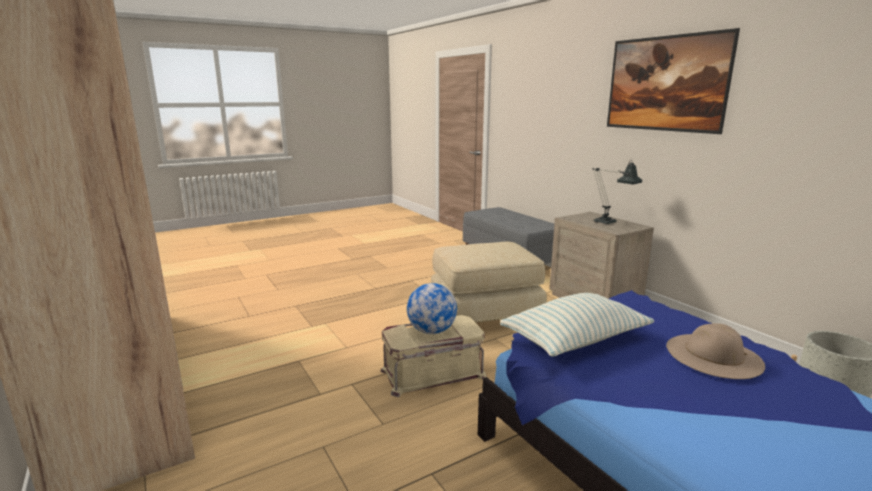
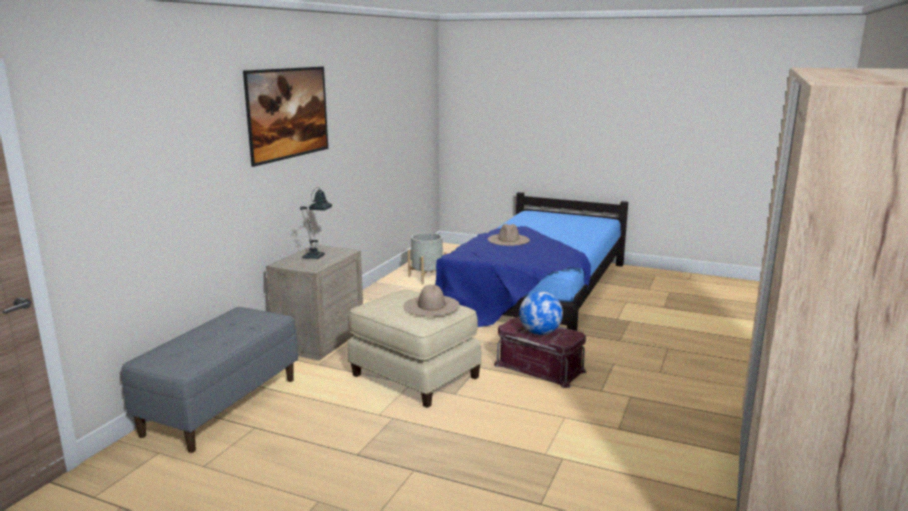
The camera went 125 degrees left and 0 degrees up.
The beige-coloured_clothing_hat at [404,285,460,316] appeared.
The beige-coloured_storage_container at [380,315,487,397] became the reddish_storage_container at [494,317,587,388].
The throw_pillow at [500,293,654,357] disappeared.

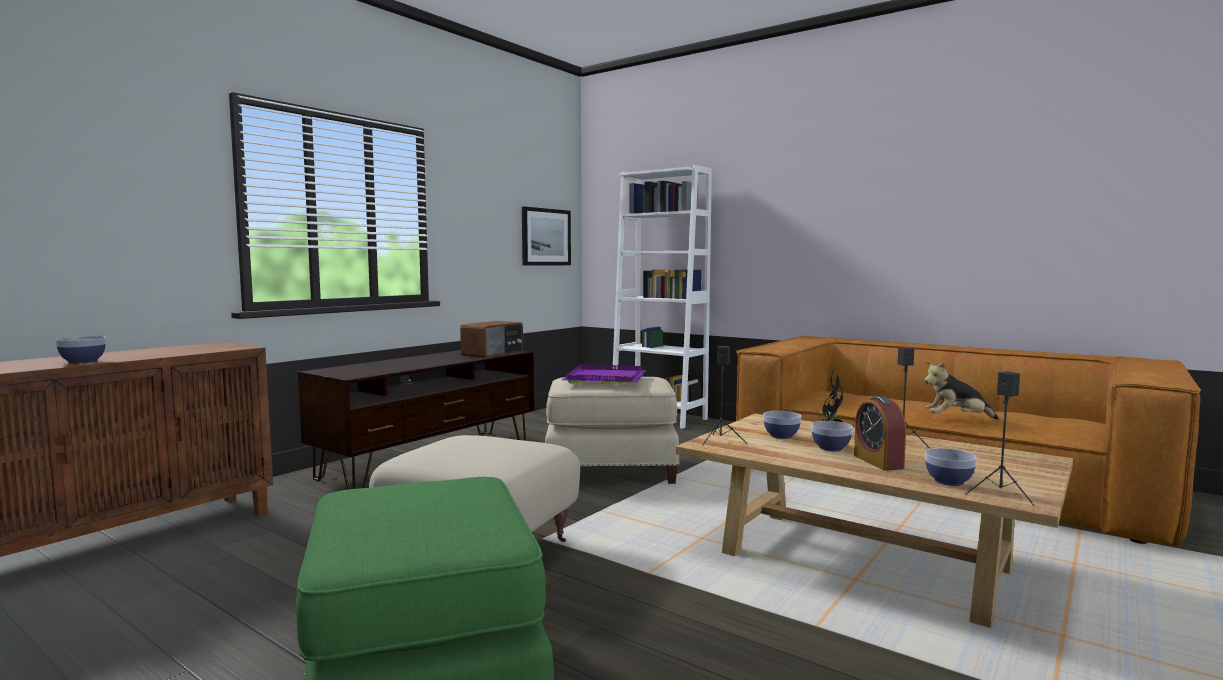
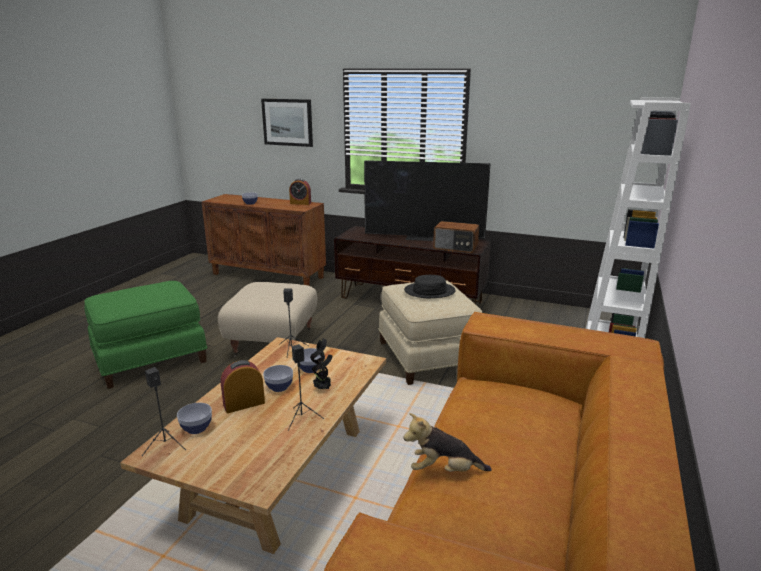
The camera went 75 degrees right and 15 degrees up.
The wall_art moved from [522,206,571,266] to [261,99,313,147].
The bedside_clock at [289,179,311,205] appeared.
The TV at [364,160,491,241] appeared.
The plush_toy at [924,361,999,419] turned 75 degrees counterclockwise.
The purple-coloured_serving_tray at [562,365,646,384] was replaced by the black-coloured_clothing_hat at [404,275,456,298].

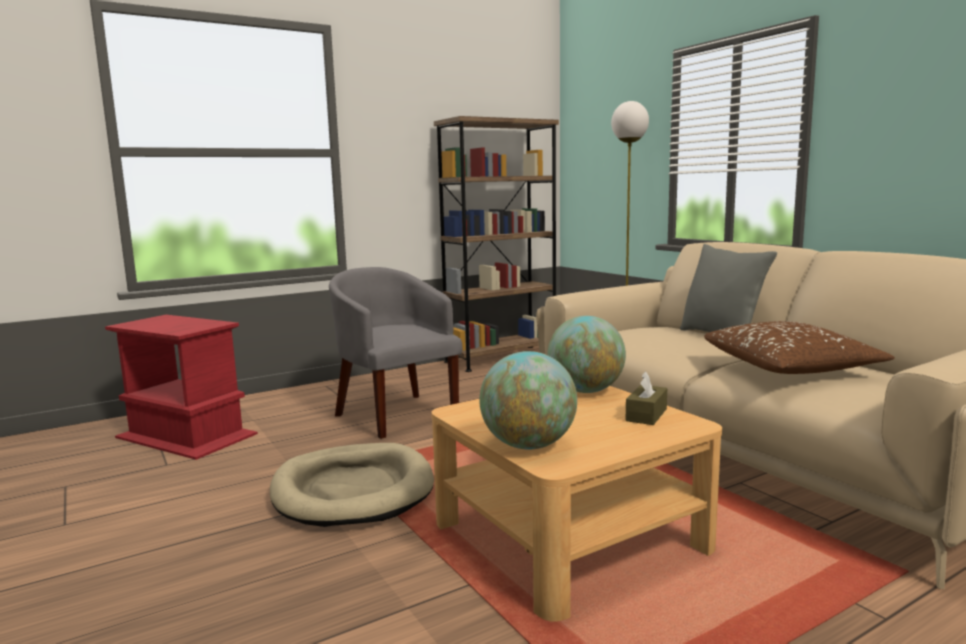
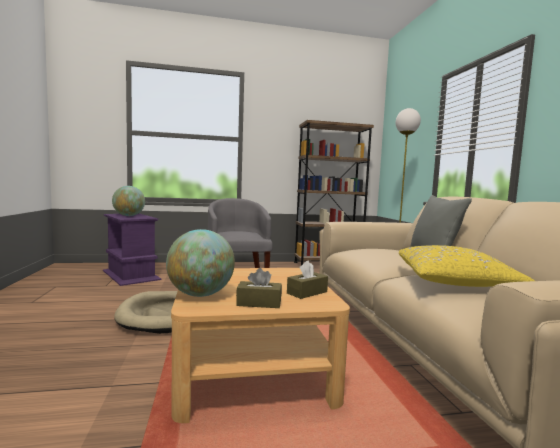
The camera went 20 degrees right and 5 degrees down.
The reddish_accent_table at [105,315,258,460] became the purple-coloured_accent_table at [103,213,162,286].
The world_globe moved from [548,316,626,393] to [112,186,145,216].
The brown-coloured_box_of_tissues at [236,268,282,308] appeared.
The brown-coloured_throw_pillow at [704,321,895,374] became the yellow-coloured_throw_pillow at [399,245,535,287].

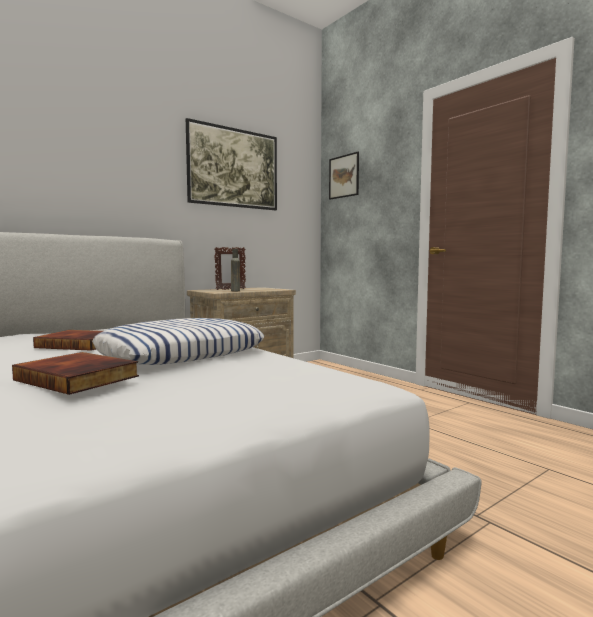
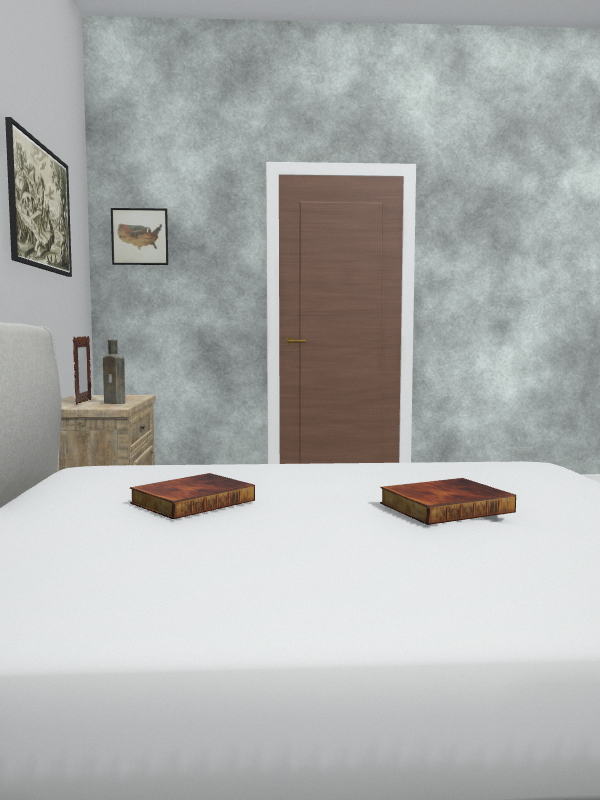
The camera went 55 degrees left and 0 degrees up.
The throw_pillow at [92,318,264,365] disappeared.

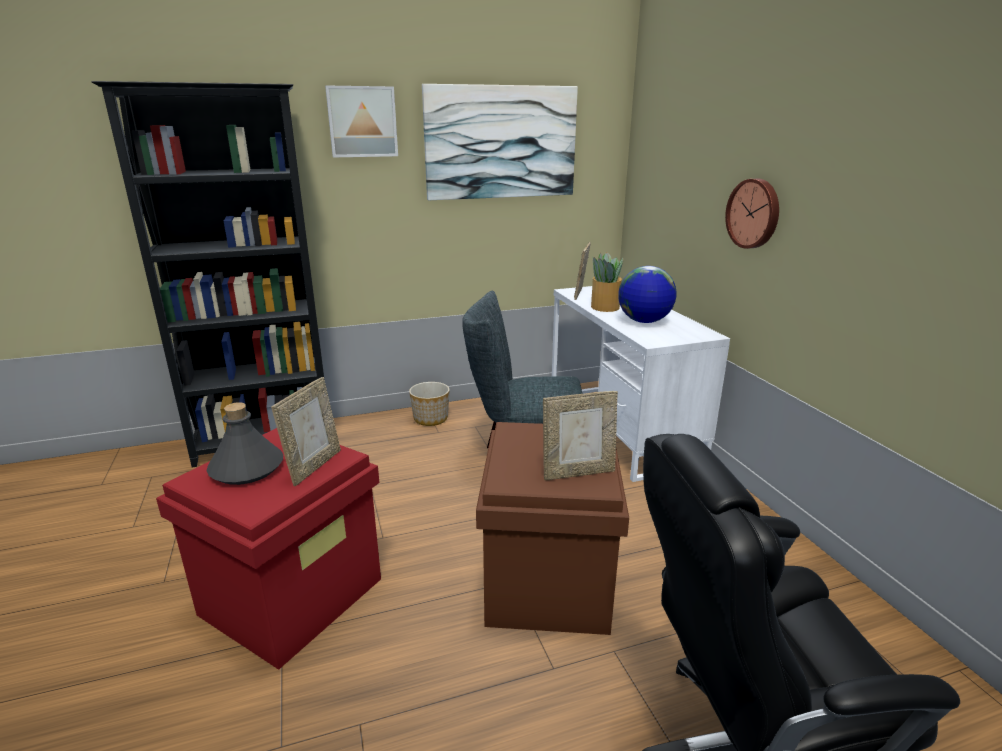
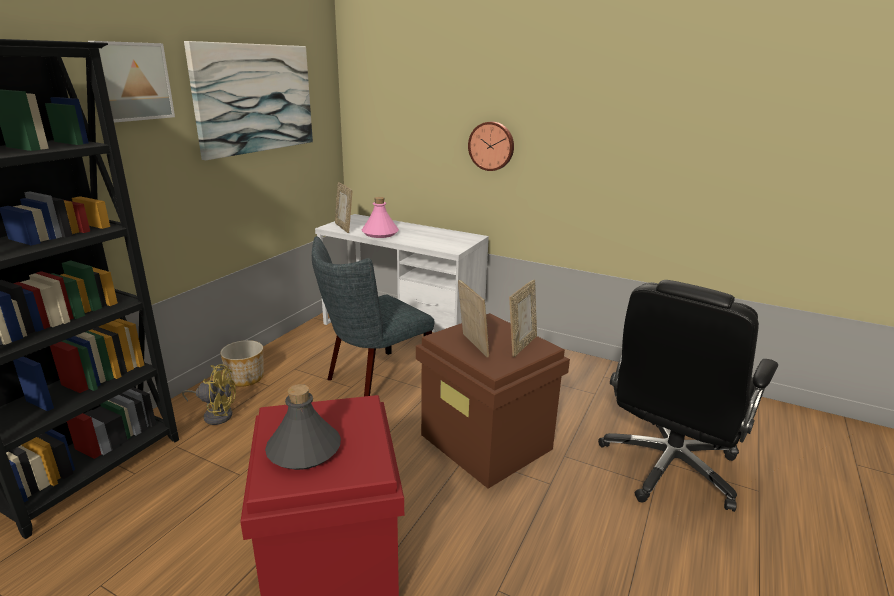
The camera went 45 degrees left and 0 degrees up.
The yellow-coloured_cooling_fan at [182,364,236,425] appeared.
The potted_plant at [591,252,623,312] was replaced by the pinkish_beverage_bottle at [362,197,399,238].
The standing_frame moved from [271,377,341,486] to [458,280,489,358].
The world_globe at [618,266,677,323] disappeared.

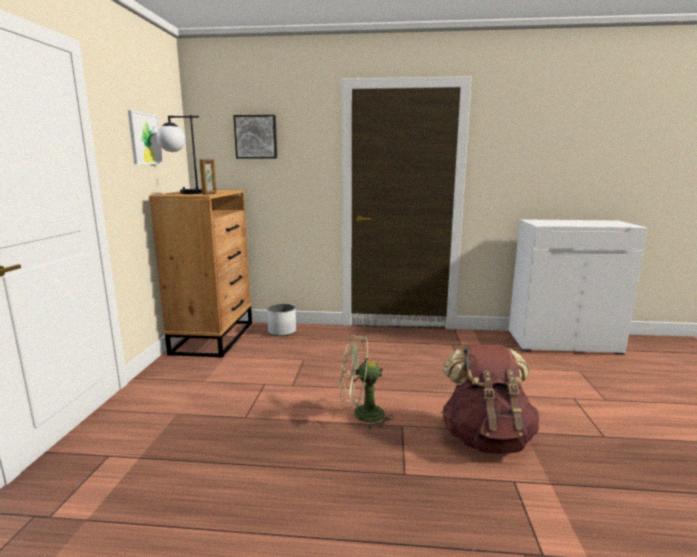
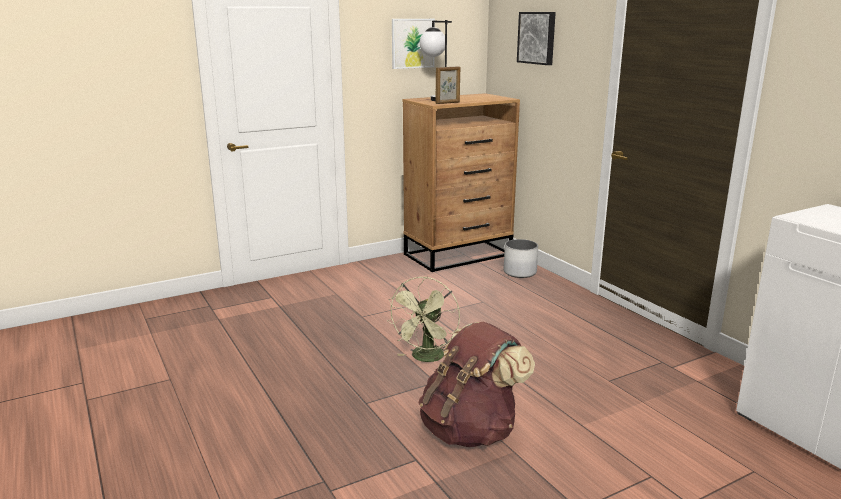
The camera went 55 degrees right and 5 degrees up.
The green_cooling_fan at [340,335,395,430] turned 120 degrees counterclockwise.

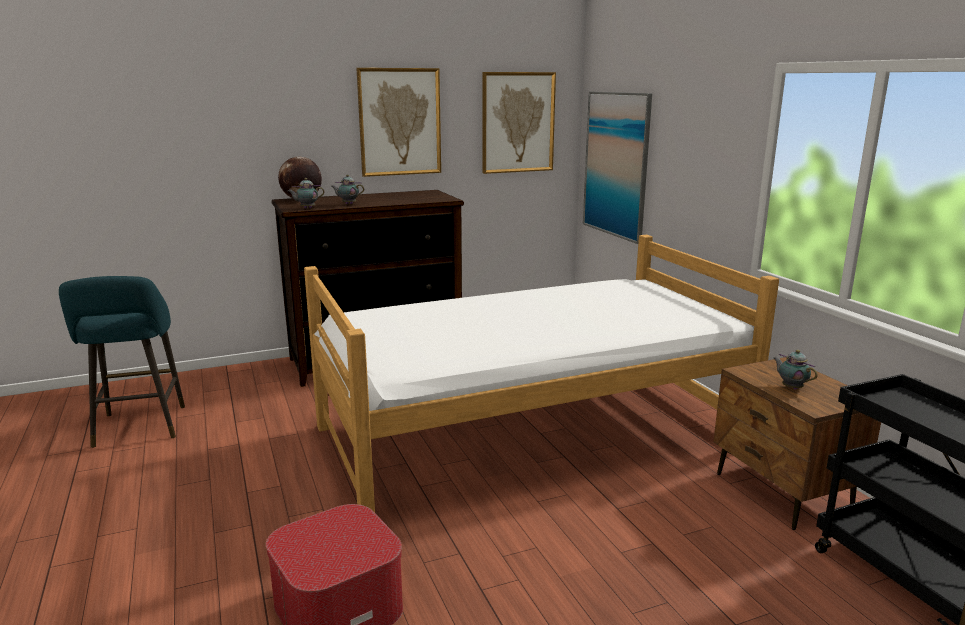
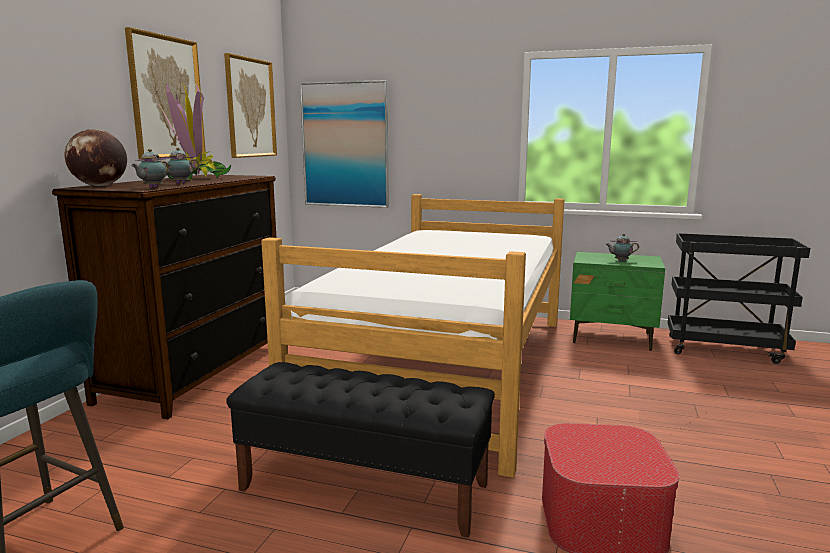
The camera went 50 degrees left and 5 degrees down.
The potted_plant at [155,82,231,181] appeared.
The black-coloured_indoor_bench at [226,362,495,538] appeared.
The brown-coloured_night_table at [713,357,881,530] became the green_night_table at [570,252,665,351].

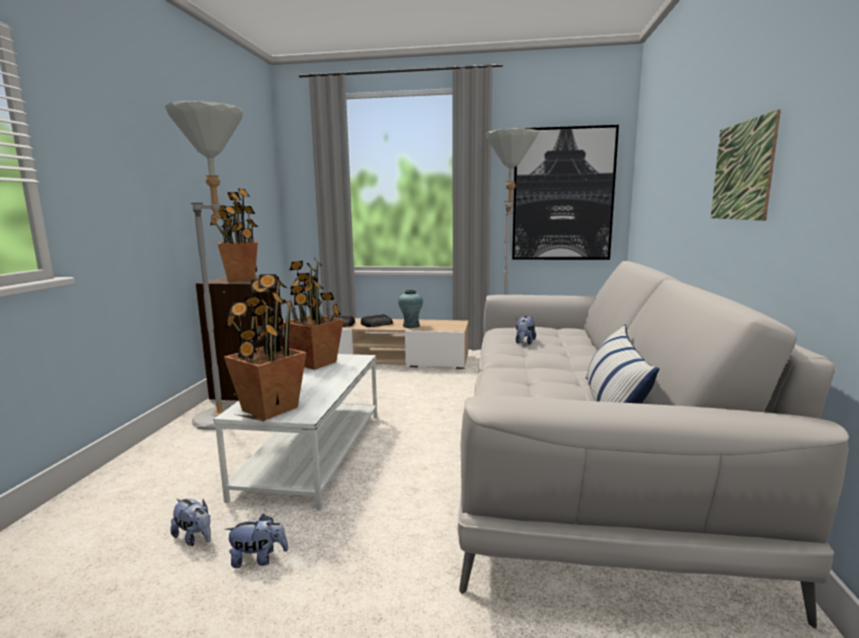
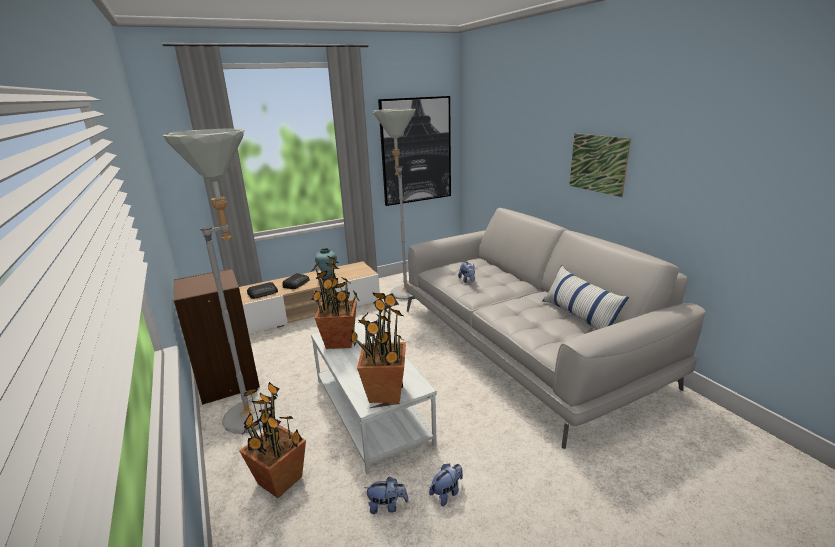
The camera went 35 degrees left and 10 degrees up.
The potted_plant moved from [210,189,258,282] to [239,382,306,498].

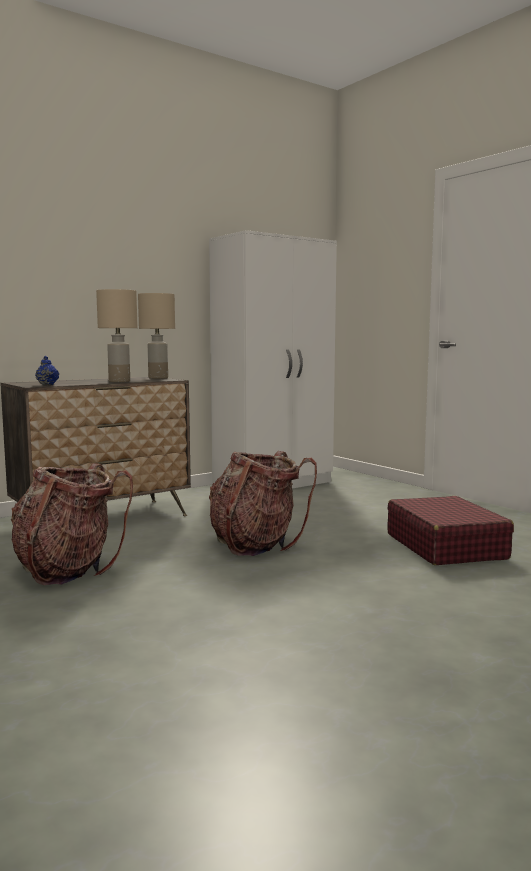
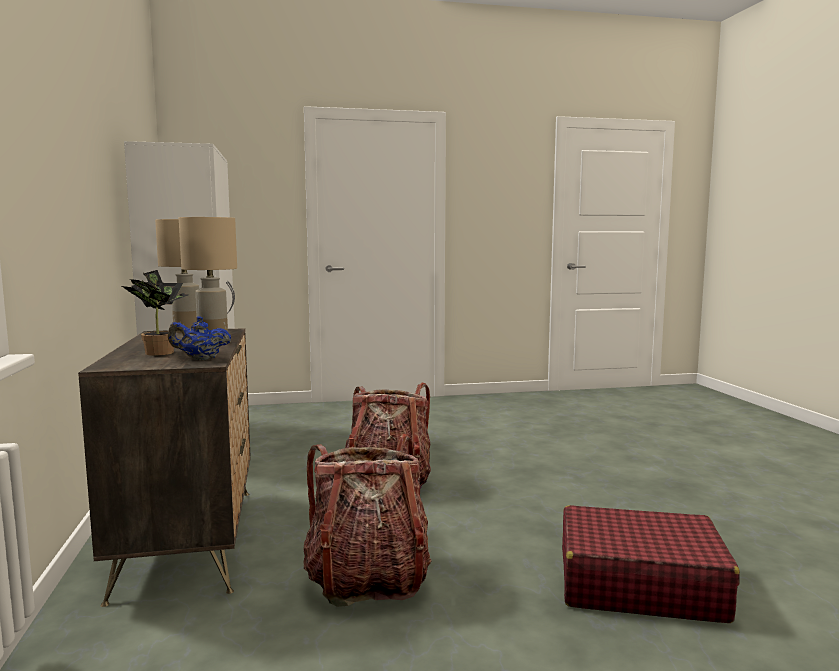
The camera went 65 degrees left and 0 degrees up.
The potted_plant at [122,270,189,356] appeared.
The reddish_travel_case moved from [387,496,514,565] to [562,505,740,623].

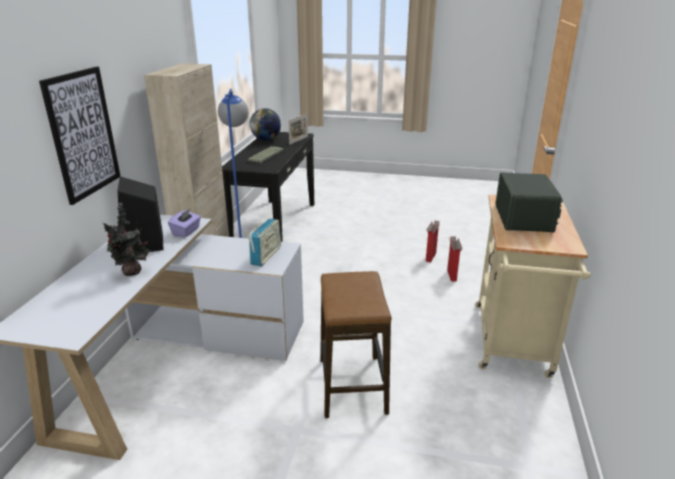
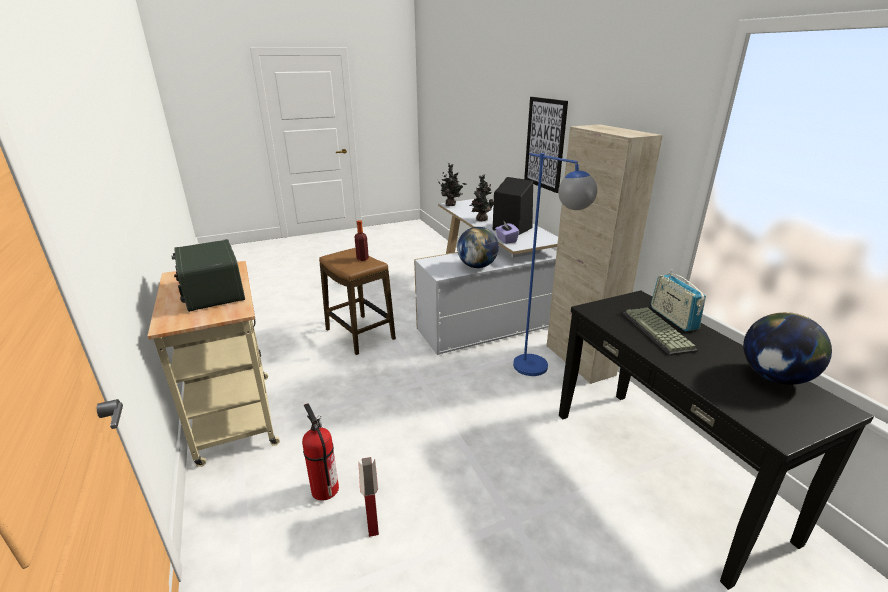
The camera went 145 degrees right and 0 degrees up.
The packing_box at [447,236,463,281] was replaced by the extinguisher at [302,403,339,501].
The beverage_bottle at [355,220,369,261] appeared.
The potted_plant at [436,163,467,206] appeared.
The world_globe at [457,227,499,268] appeared.
The radio_receiver moved from [249,218,281,266] to [651,269,706,331].
The standing_frame at [288,114,308,145] disappeared.

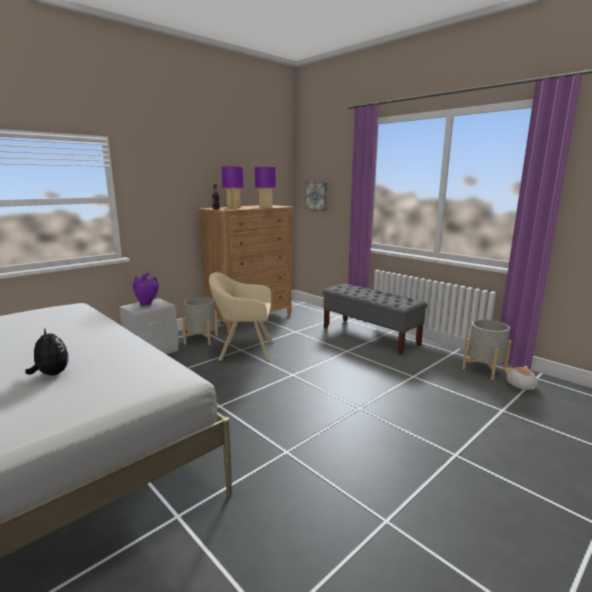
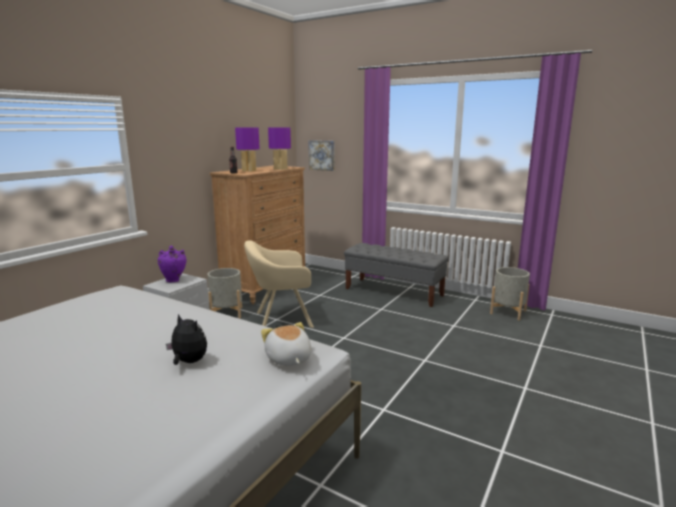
The camera went 15 degrees left and 0 degrees up.
The plush_toy moved from [505,366,538,390] to [261,322,311,366].

